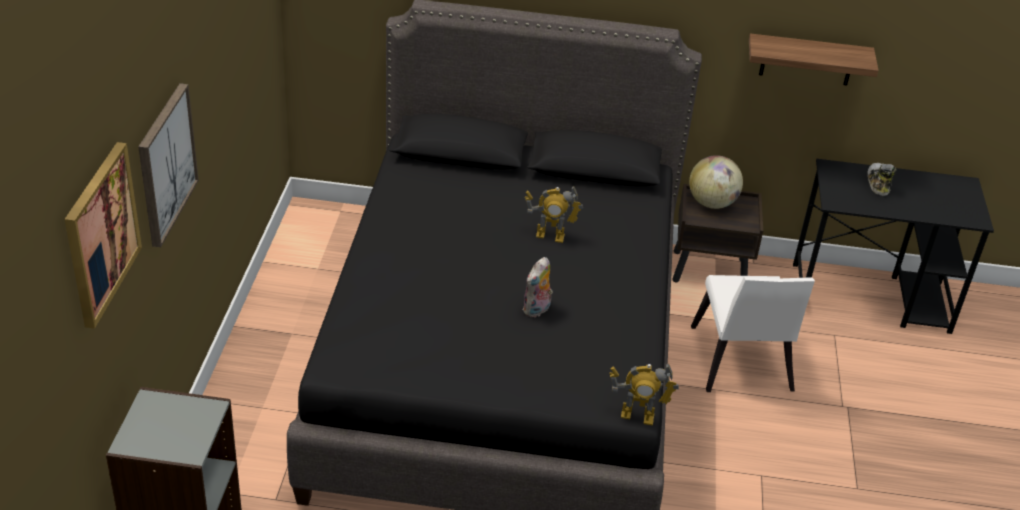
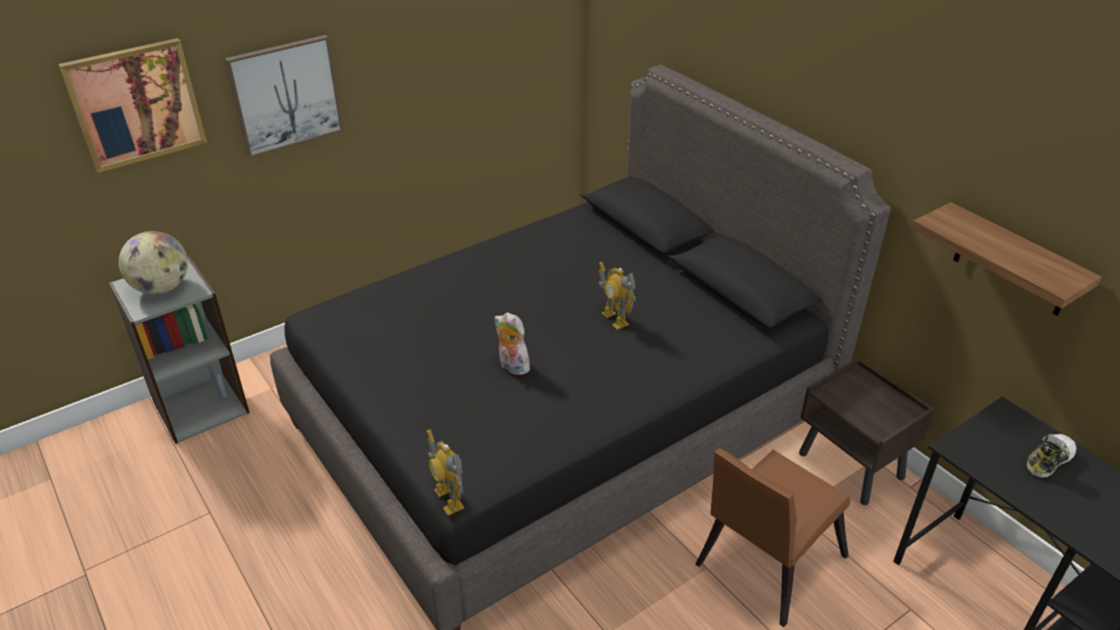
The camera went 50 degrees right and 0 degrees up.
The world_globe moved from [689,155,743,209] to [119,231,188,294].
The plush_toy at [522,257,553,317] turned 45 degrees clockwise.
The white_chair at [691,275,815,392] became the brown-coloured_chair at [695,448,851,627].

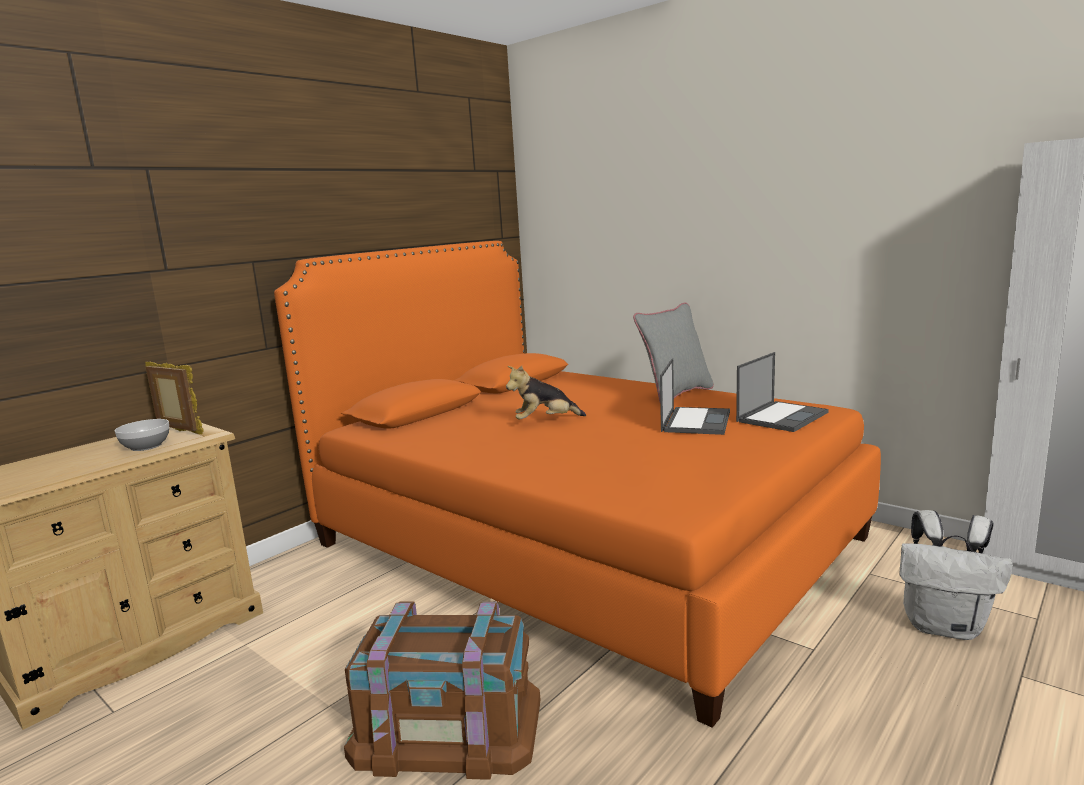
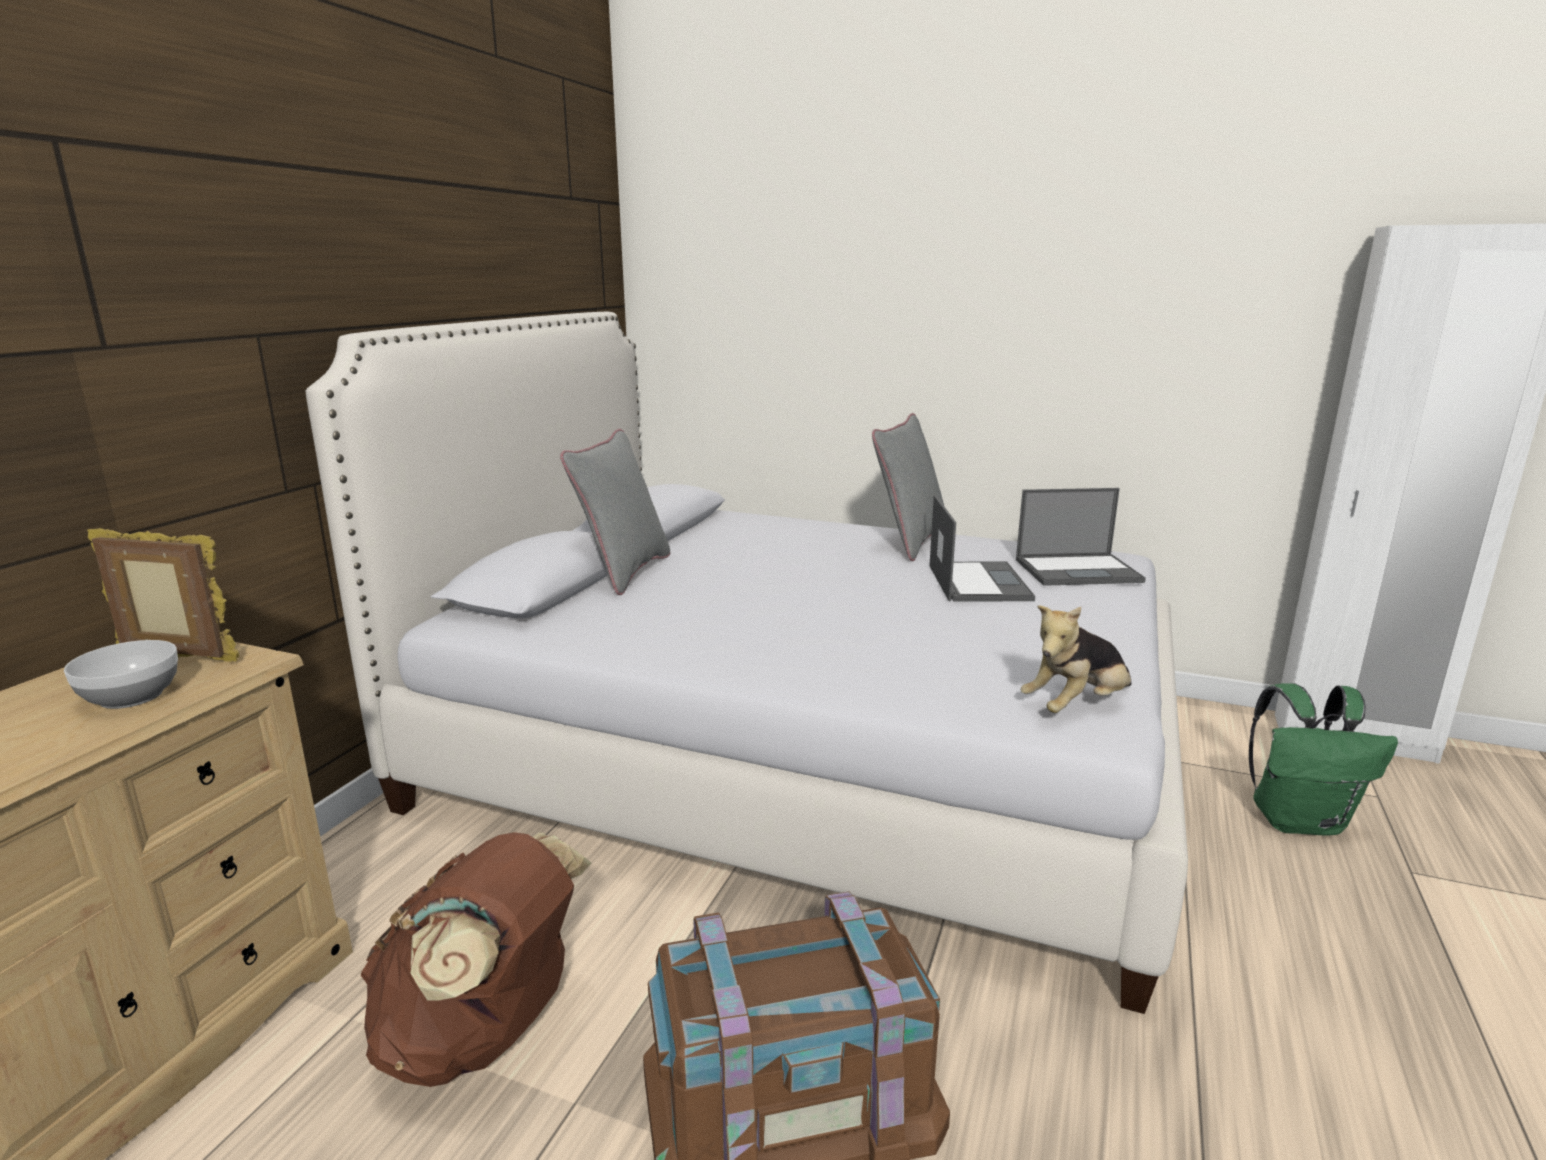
The camera went 20 degrees left and 5 degrees up.
The orangey_sleeping_bed at [274,241,881,728] became the white_sleeping_bed at [306,312,1188,1014].
The brown-coloured_rucksack at [361,832,591,1087] appeared.
The grey_throw_pillow at [560,429,670,595] appeared.
The portable_computer at [736,352,829,432] turned 60 degrees clockwise.
The plush_toy moved from [506,366,586,419] to [1020,605,1131,713].
The white_rucksack at [900,510,1013,640] became the green_rucksack at [1249,683,1398,835].

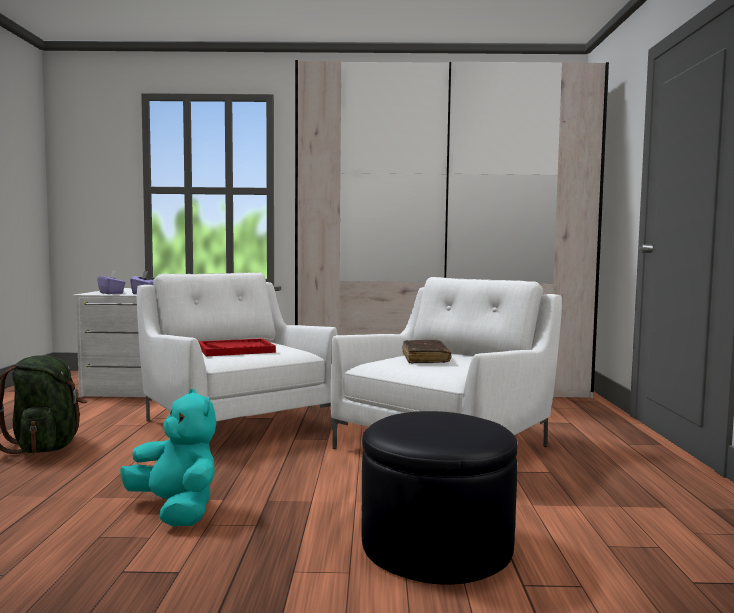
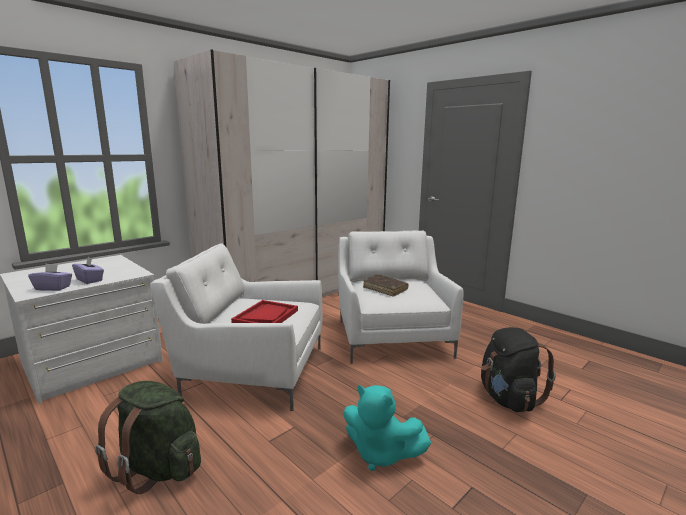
The camera went 45 degrees left and 10 degrees up.
The turquoise_plush_toy at [120,389,216,526] turned 150 degrees counterclockwise.
The black-coloured_footrest at [361,411,518,585] was replaced by the black-coloured_rucksack at [481,327,556,412].

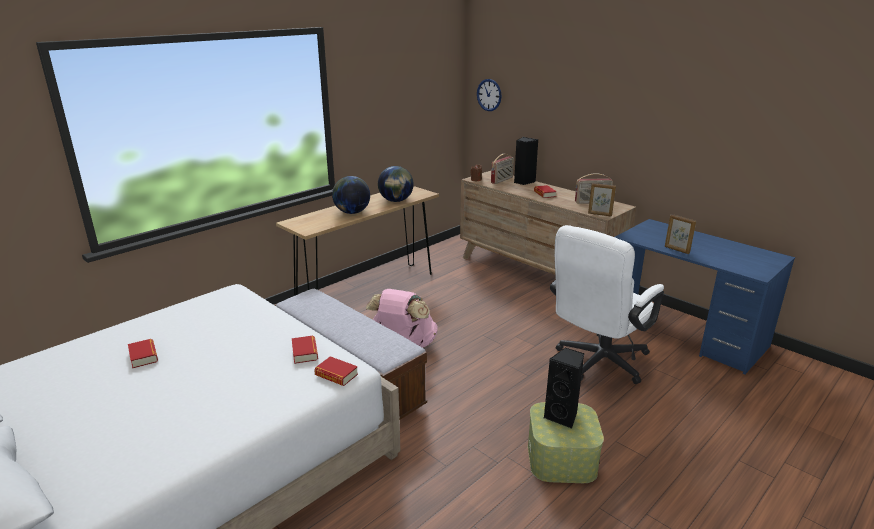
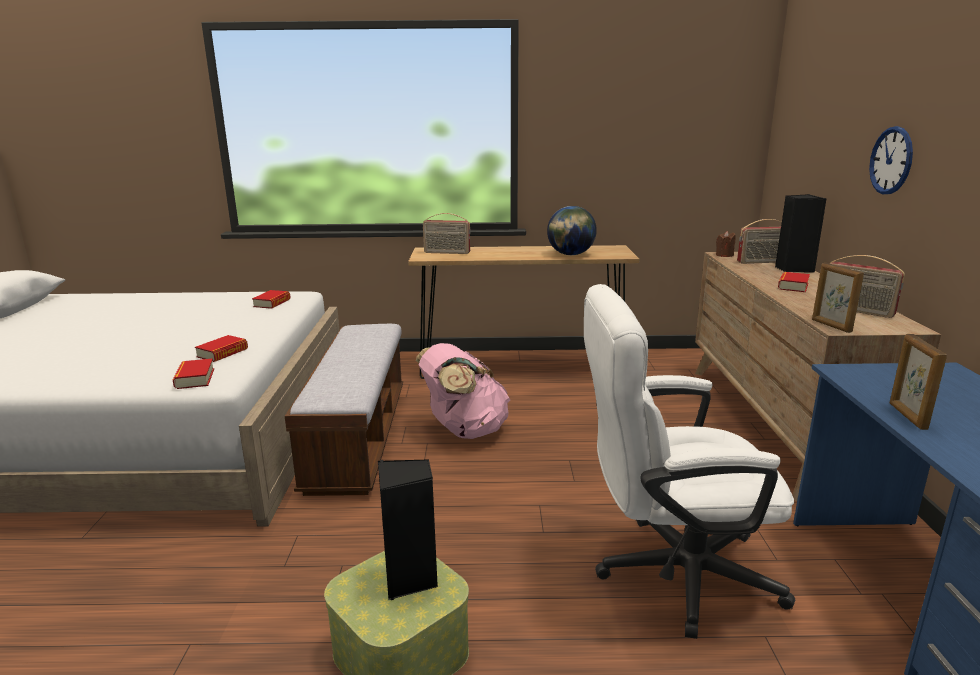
The camera went 45 degrees right and 5 degrees down.
The bound_book moved from [128,339,158,368] to [252,290,291,309].
The radio_receiver at [423,213,471,254] appeared.
The hanging_clock moved from [477,79,502,111] to [869,126,913,194].
The world_globe at [332,176,370,214] disappeared.

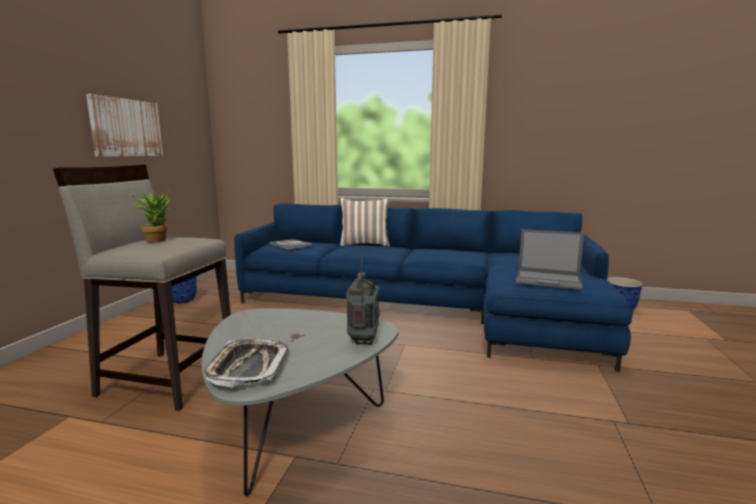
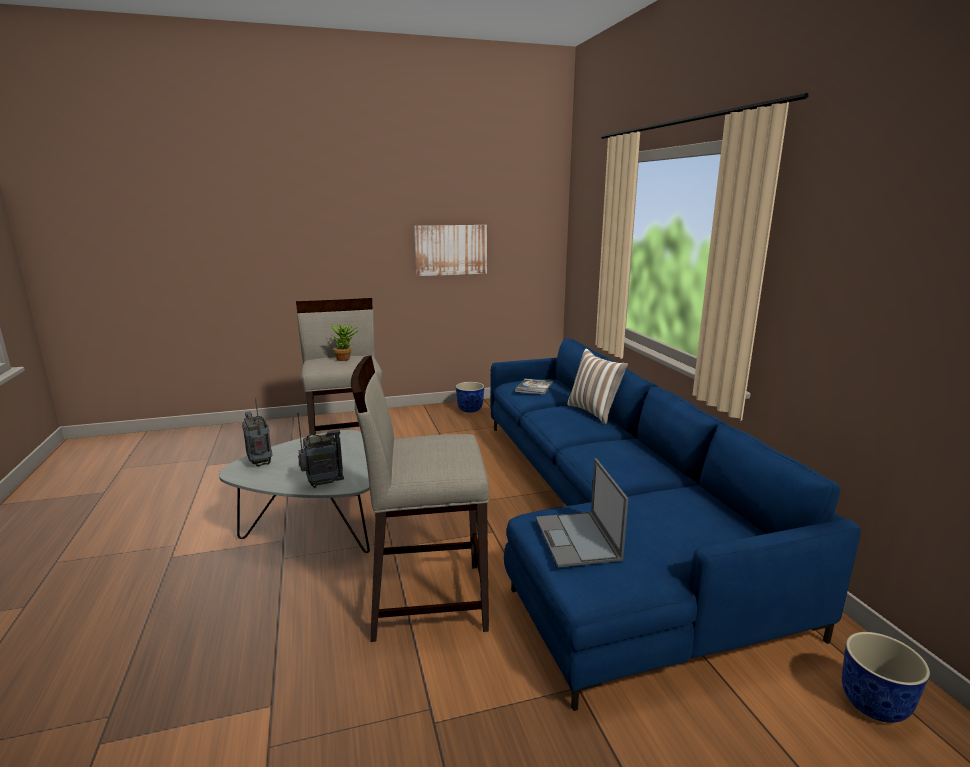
The camera went 60 degrees right and 5 degrees up.
The serving_tray at [203,339,288,387] was replaced by the radio_receiver at [242,398,272,467].
The beige-coloured_stool_seat at [351,355,489,642] appeared.

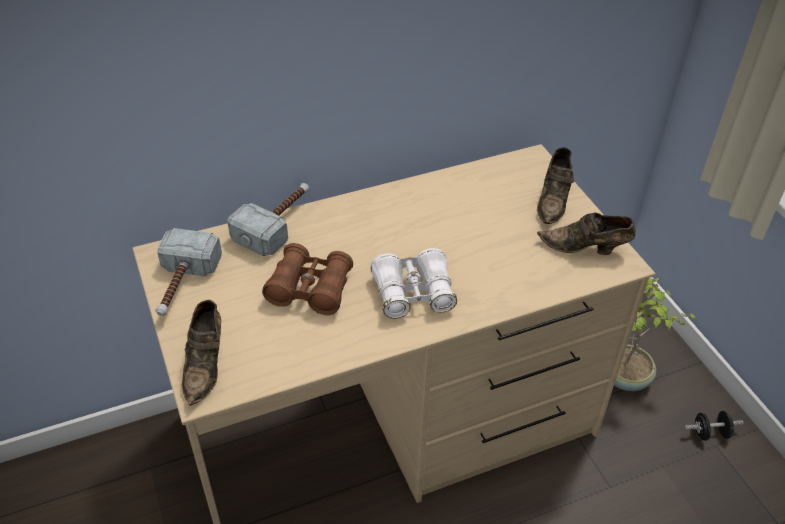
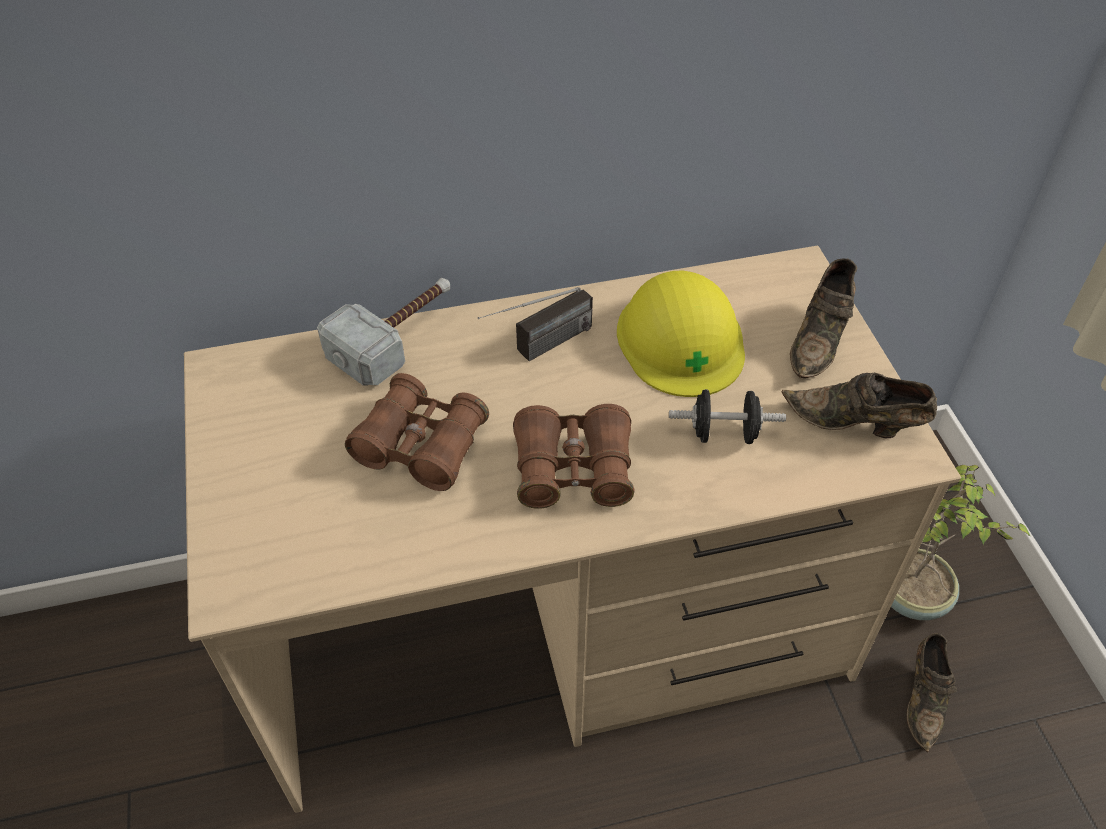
The camera went 10 degrees right and 5 degrees up.
The radio_receiver at [478,287,593,361] appeared.
The white_pair_of_binoculars at [371,248,457,319] became the brown-coloured_pair_of_binoculars at [513,404,635,509].
The yellow-coloured_hard_hat at [617,270,745,397] appeared.
The black-coloured_free_weight moved from [684,411,744,441] to [669,389,786,444].
The brown-coloured_item_of_footwear moved from [182,300,221,405] to [907,633,957,753].
The hammer at [155,228,222,316] disappeared.

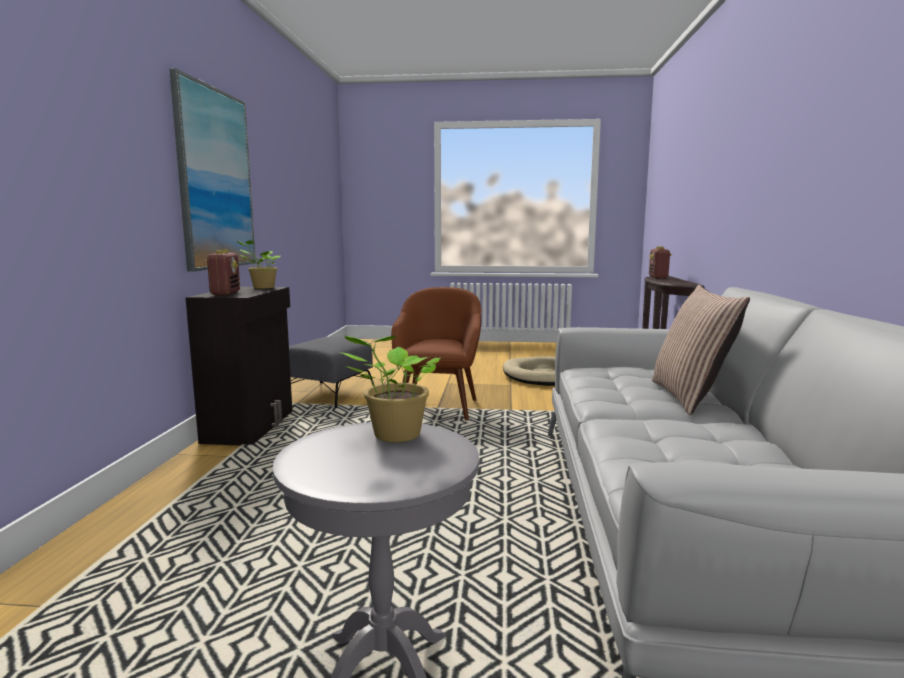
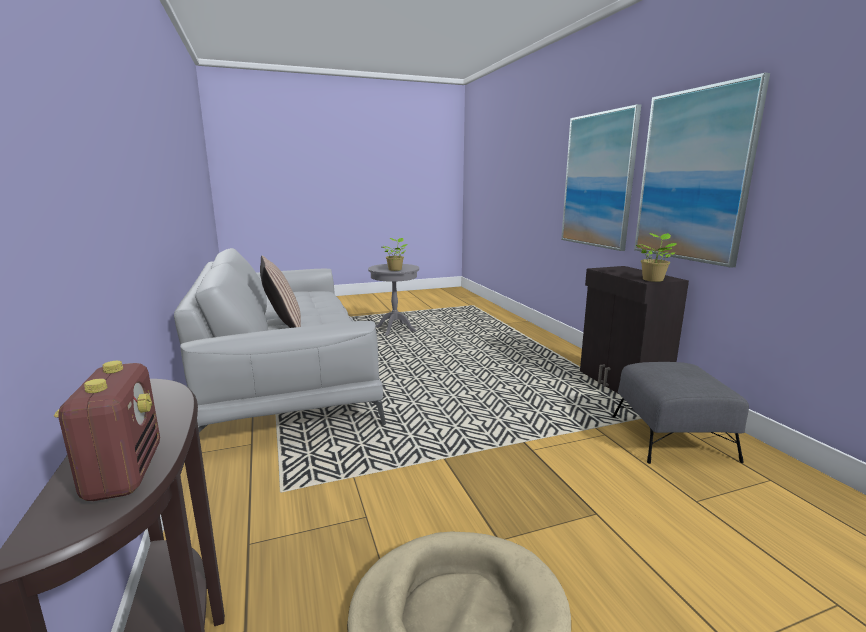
The camera went 155 degrees right and 5 degrees up.
The wall_art at [561,104,641,251] appeared.
The radio_receiver at [205,250,240,296] disappeared.
The brown-coloured_easy_chair at [391,287,481,420] disappeared.

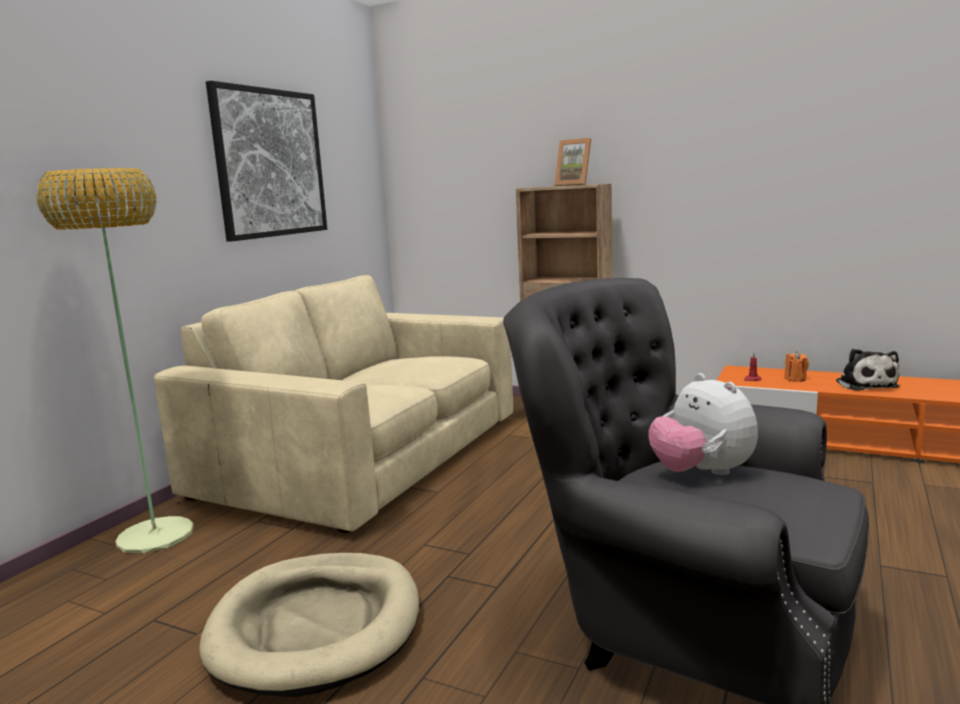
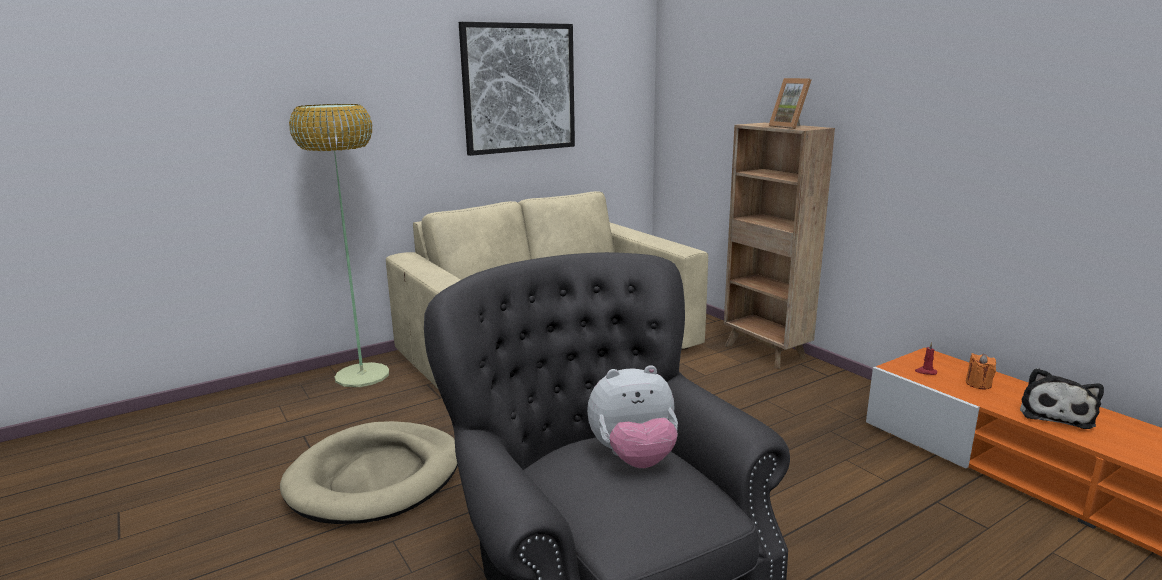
The camera went 30 degrees right and 5 degrees up.
The plush_toy at [648,373,758,475] turned 105 degrees counterclockwise.

